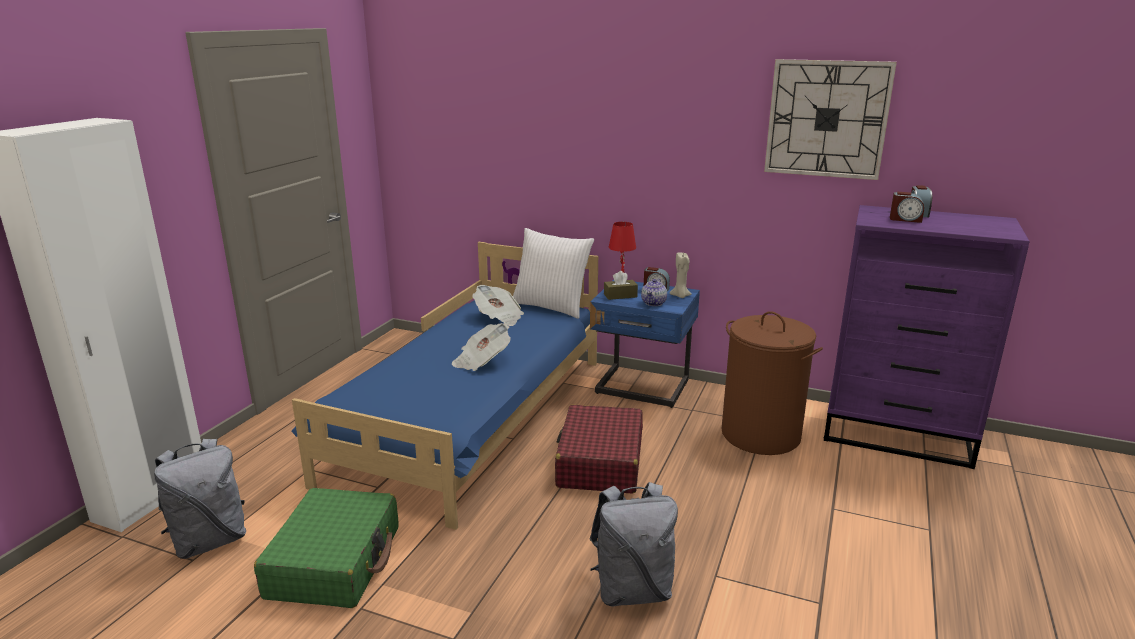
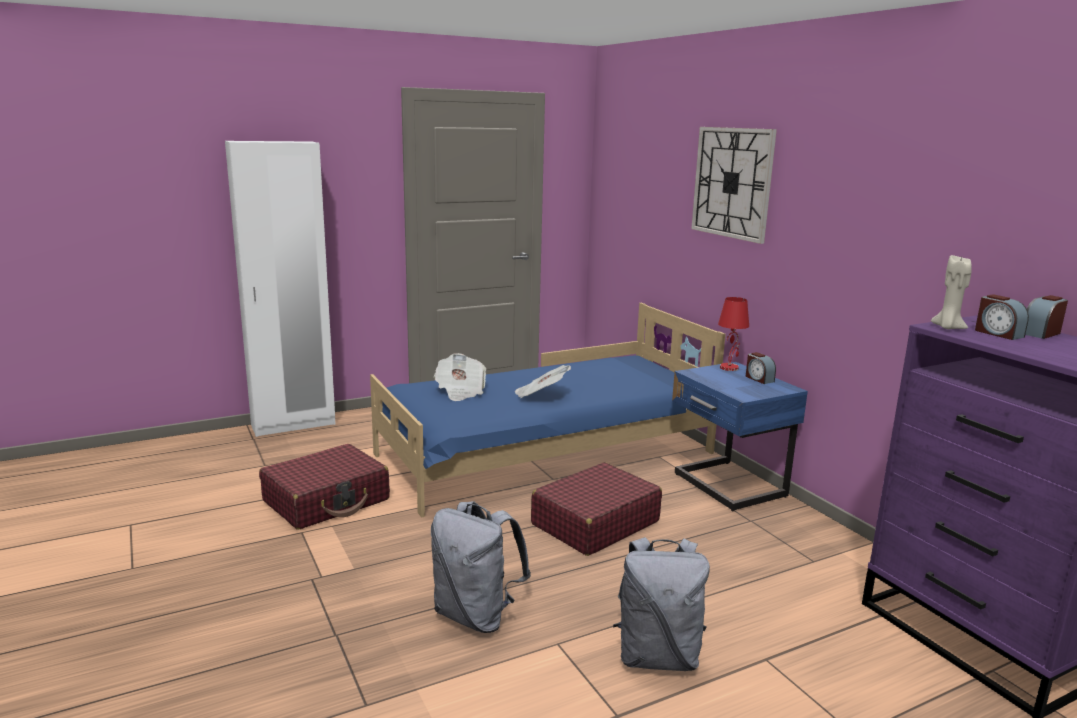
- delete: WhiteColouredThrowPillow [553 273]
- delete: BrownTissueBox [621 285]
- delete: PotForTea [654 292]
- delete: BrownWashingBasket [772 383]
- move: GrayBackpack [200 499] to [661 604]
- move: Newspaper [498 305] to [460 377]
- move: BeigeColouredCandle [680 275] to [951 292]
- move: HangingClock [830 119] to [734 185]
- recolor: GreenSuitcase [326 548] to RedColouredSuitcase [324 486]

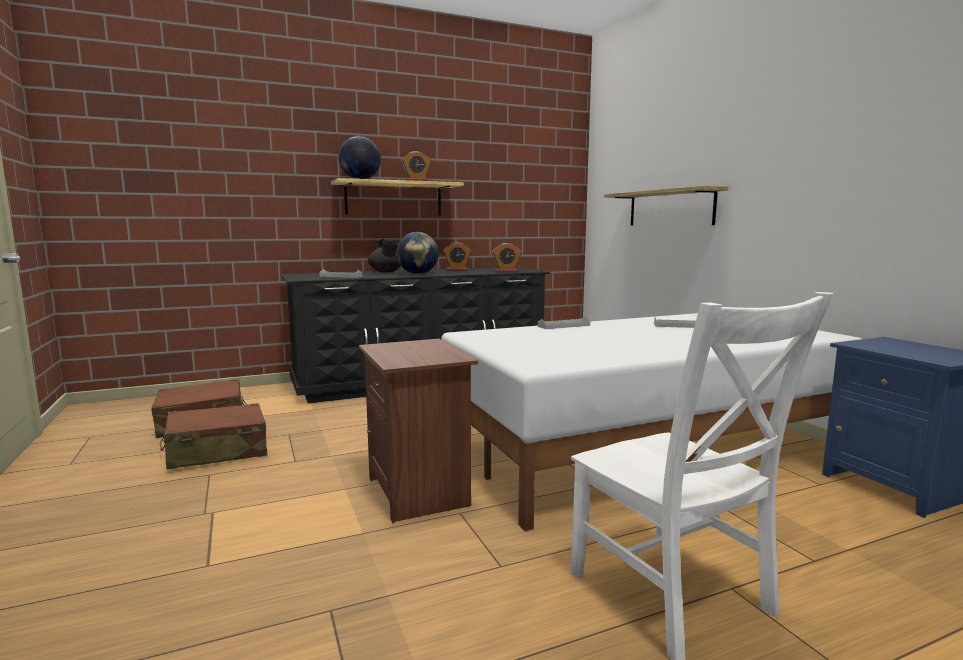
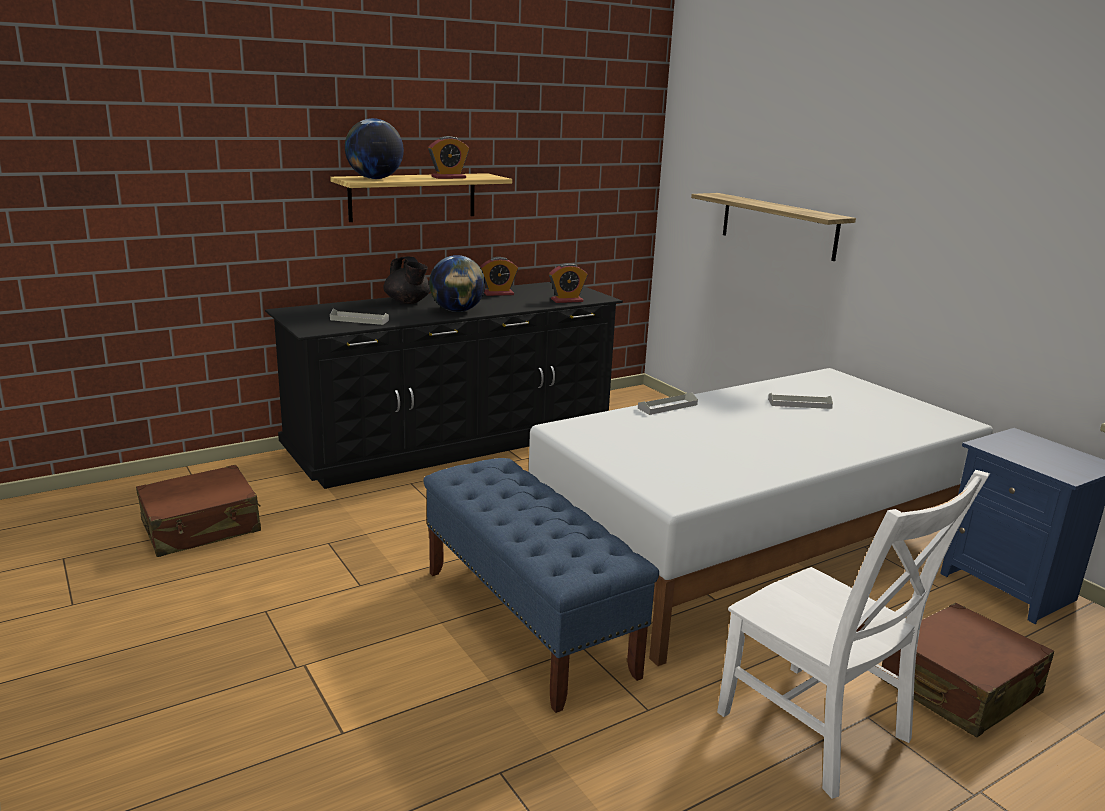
- move: BrownSuitcase [213 436] to [967 670]
- replace: BrownNightstand [418 431] to BluishBench [541 585]

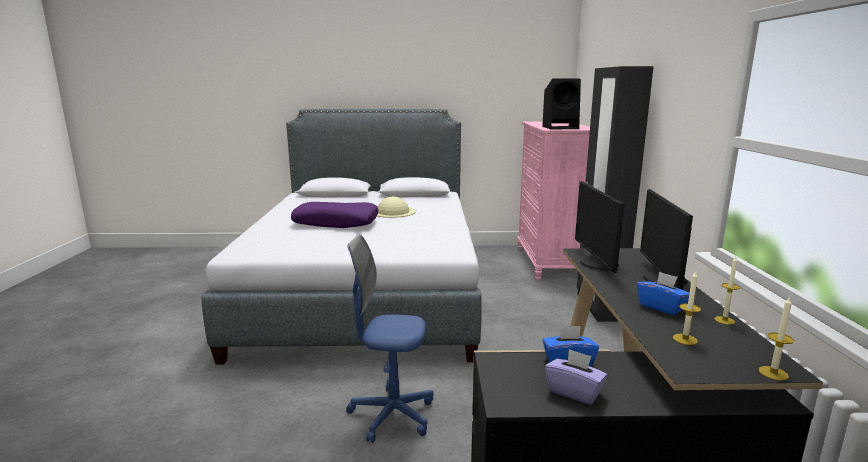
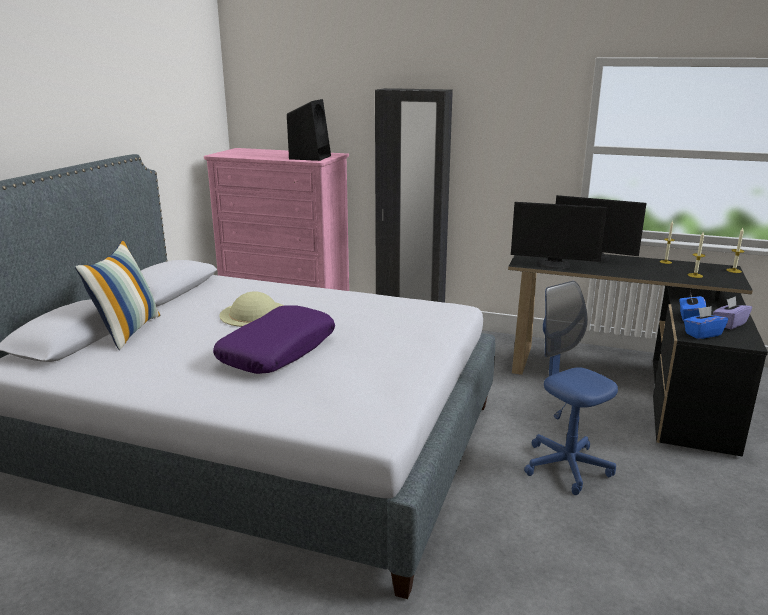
- insert: ThrowPillow [117 295]
- move: BluishTissueBox [663 293] to [705 322]
- rotate: BluishComputerChair [389 338] = [571 388] 120 degrees clockwise

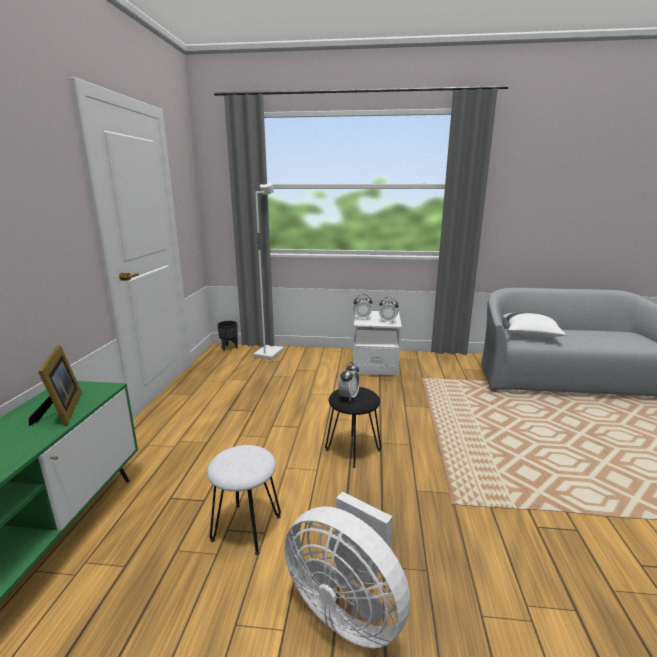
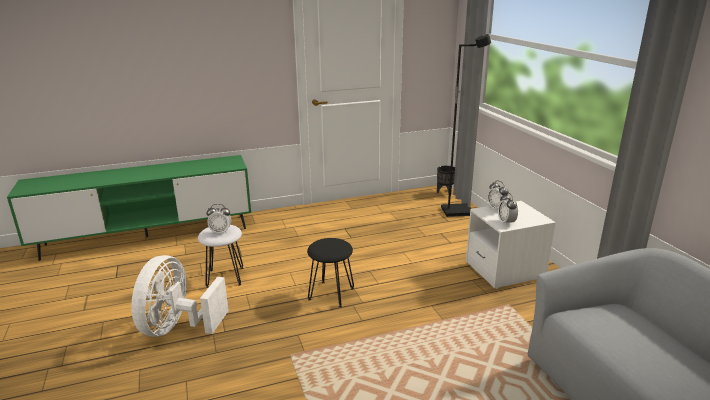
- delete: PictureFrame [55 385]
- delete: WhiteColouredThrowPillow [534 325]
- move: BedsideClock [349 381] to [219 219]
- recolor: WhiteColouredFloorLamp [268 271] to BlackishFloorLamp [466 125]

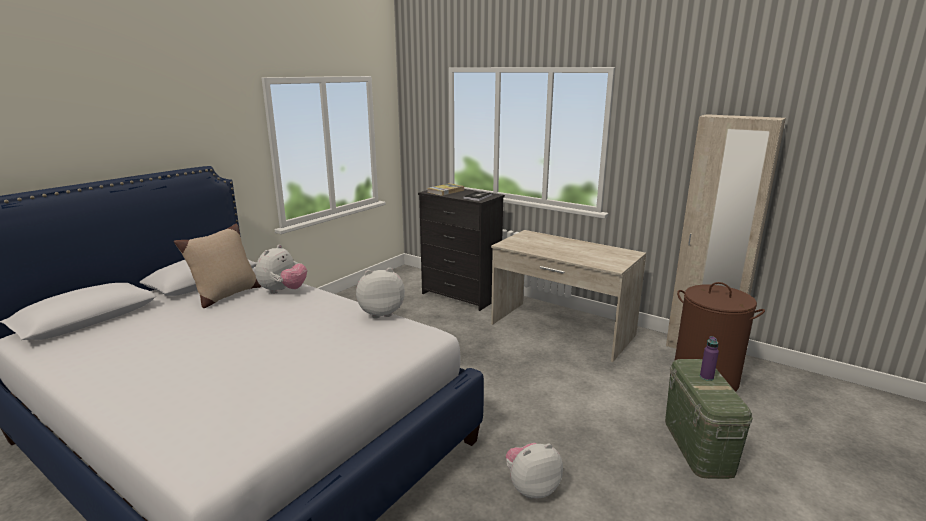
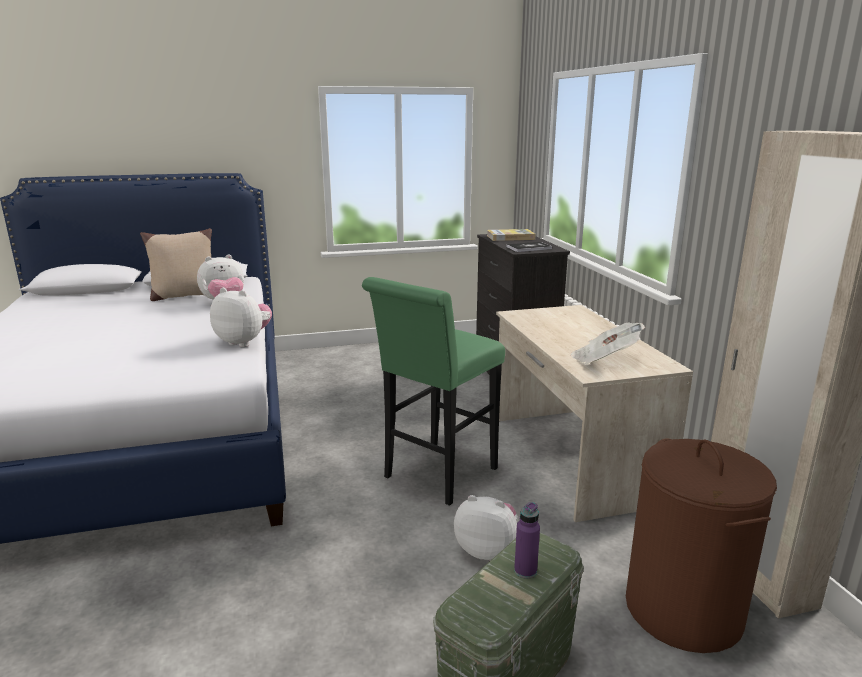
- insert: GreenStool [433 391]
- insert: Newspaper [607 343]
- move: PlushToy [534 471] to [486 528]

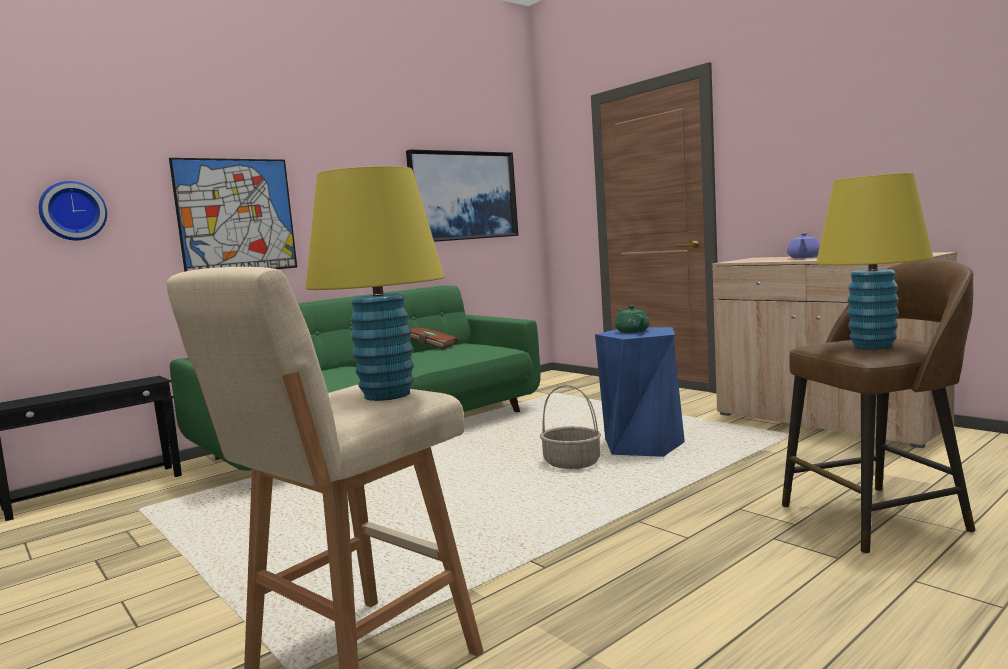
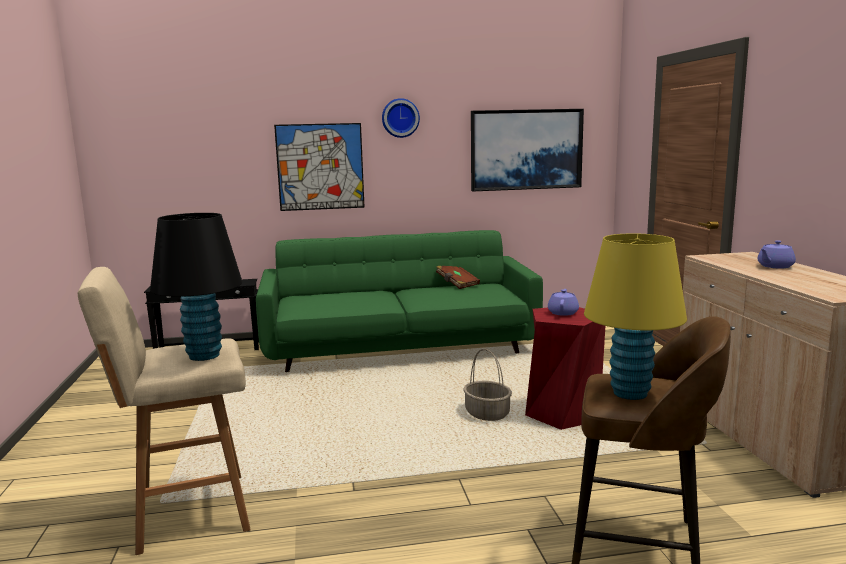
- move: HangingClock [73 211] to [401 118]
- recolor: YellowTableLamp [375 283] to BlackishTableLamp [196 287]
- recolor: BluishStool [640 392] to RedColouredStool [565 368]
- recolor: GreenPotForTea [632 319] to PurplePotForTea [563 302]

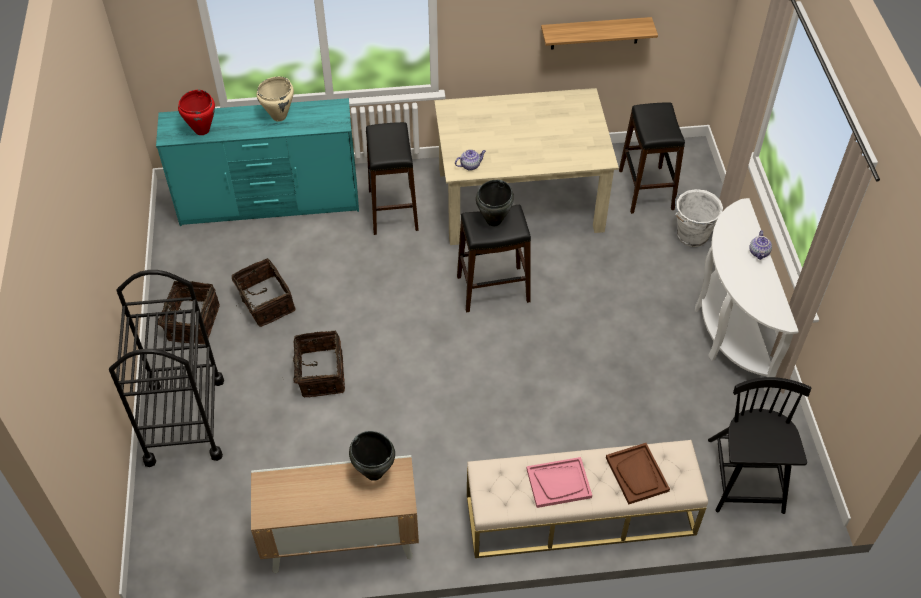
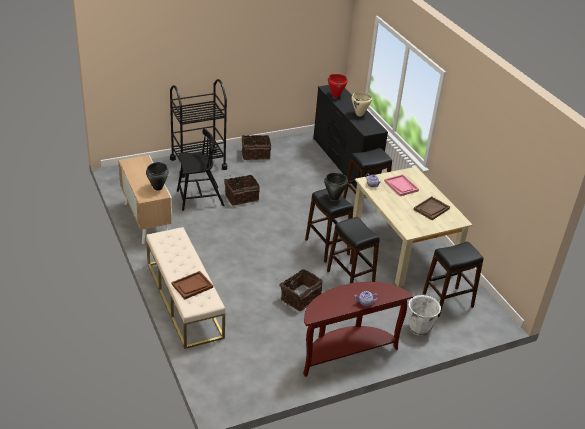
- delete: WallShelf [599 33]
- insert: BlackishStool [353 250]
- insert: BrownCarryingTray [432 208]
- move: HouseholdBasket [264 292] to [301 290]
- move: PinkColouredCarryingTray [559 482] to [401 185]
- move: BlackishPlainChair [760 445] to [200 169]
- recolor: BlueGreenDresser [257 162] to BlackishDresser [350 137]
- recolor: WhiteColouredConsoleTable [747 294] to BrownConsoleTable [358 329]

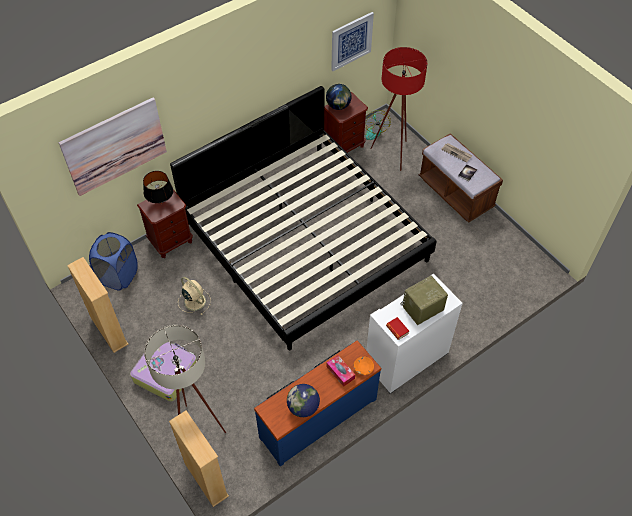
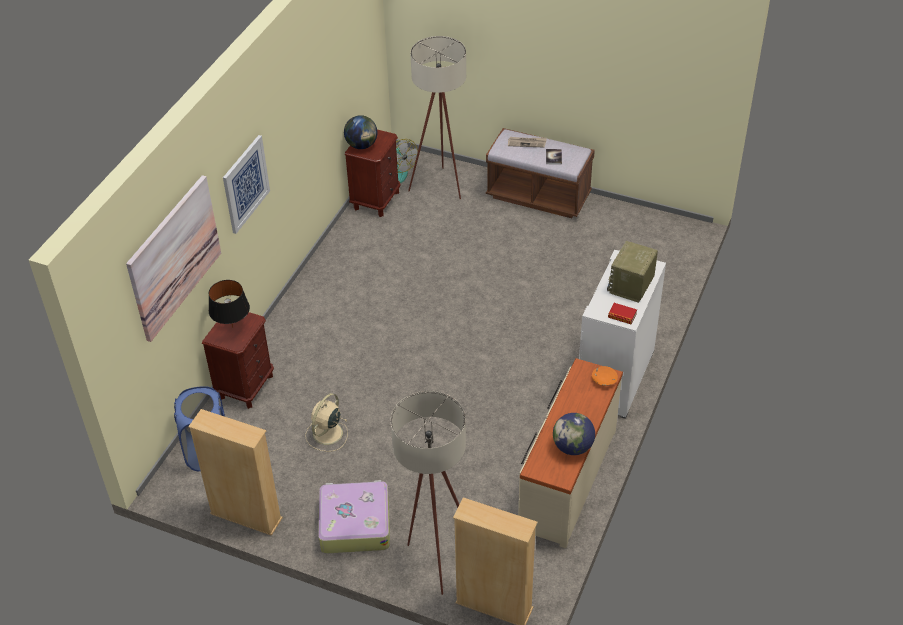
- delete: SleepingBed [303 218]
- delete: TissueBox [340 371]
- move: Picture [352 41] to [246 184]
- recolor: BluishDresser [317 404] to BeigeColouredDresser [570 453]
- recolor: RedColouredFloorLamp [399 109] to BeigeColouredFloorLamp [437 117]
- rotate: BeigeColouredCoolingFan [194 296] = [326 422] 75 degrees counterclockwise

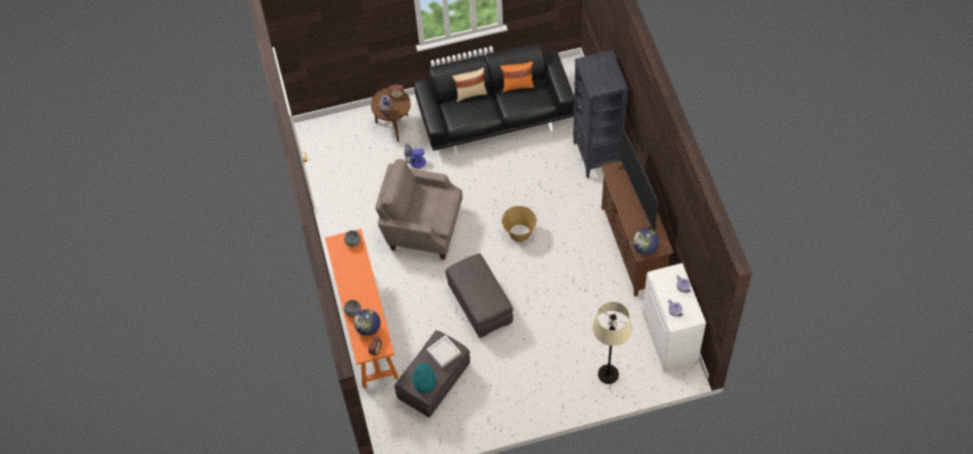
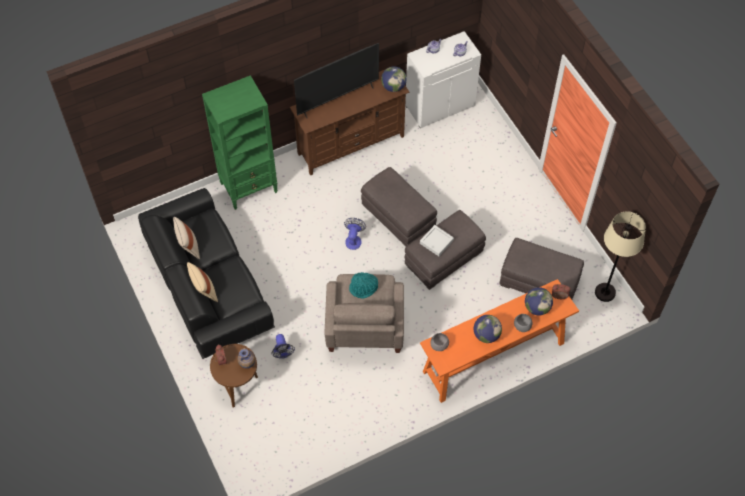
- insert: GrayOttoman [399 207]
- insert: DeskGlobe [488 329]
- move: BlueGreenWearableHat [424 378] to [363 285]
- move: GrayCarryingTray [444 351] to [437 240]
- move: BeigeColouredFloorLamp [612 343] to [620 256]
- replace: HouseholdBasket [519 224] to CoolingFan [355 234]
- recolor: OrangeThrowPillow [517 76] to BeigeColouredThrowPillow [186 238]
- recolor: BlackishShelvingUnit [600 114] to GreenShelvingUnit [240 142]

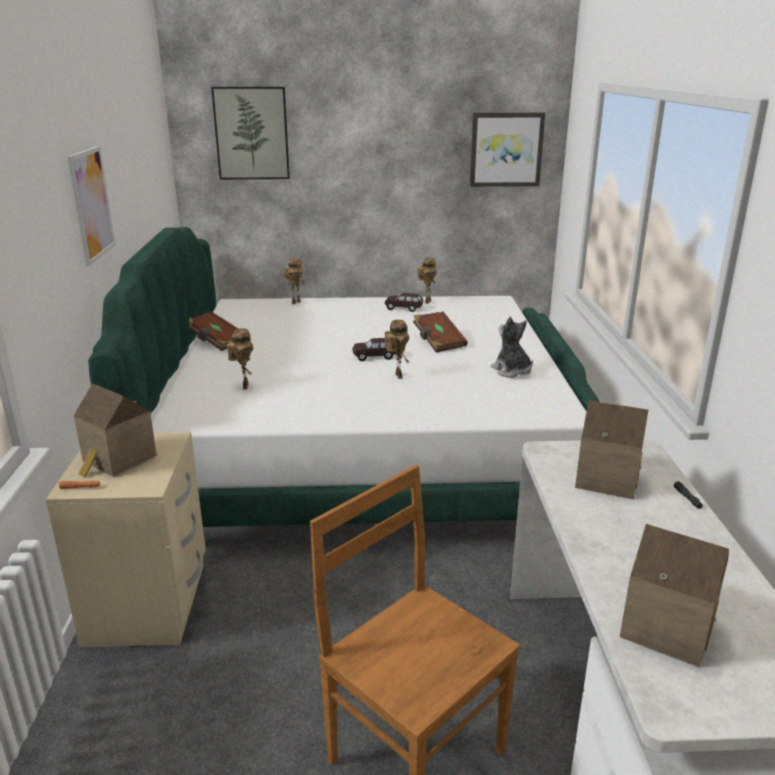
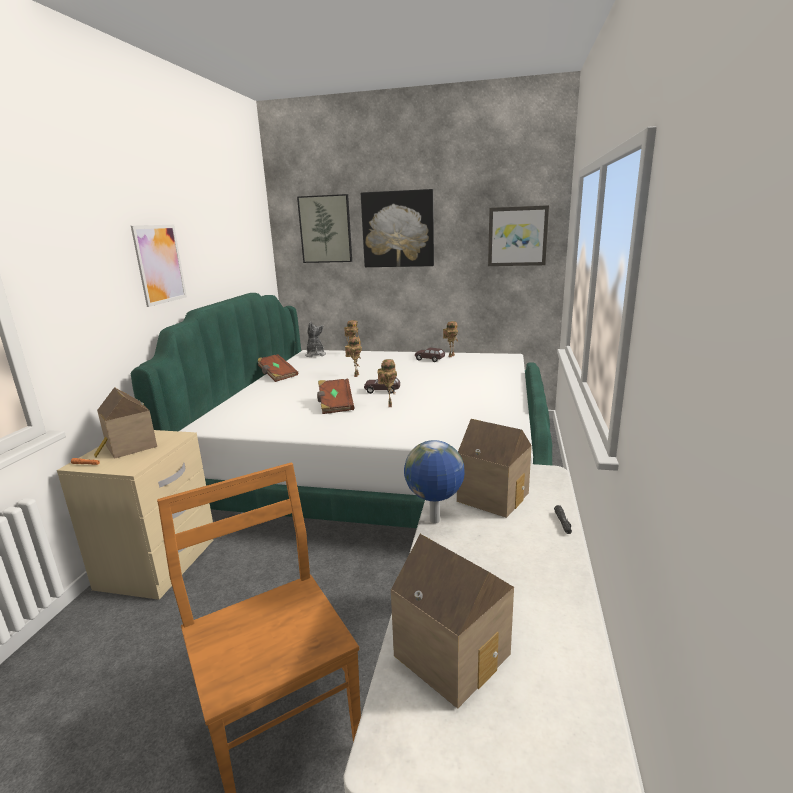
- insert: Picture [397 228]
- insert: DeskGlobe [434 482]
- move: ToyRobot [240 358] to [353 357]
- move: BrownBook [440 331] to [335 396]
- move: PlushToy [512 347] to [315 339]

